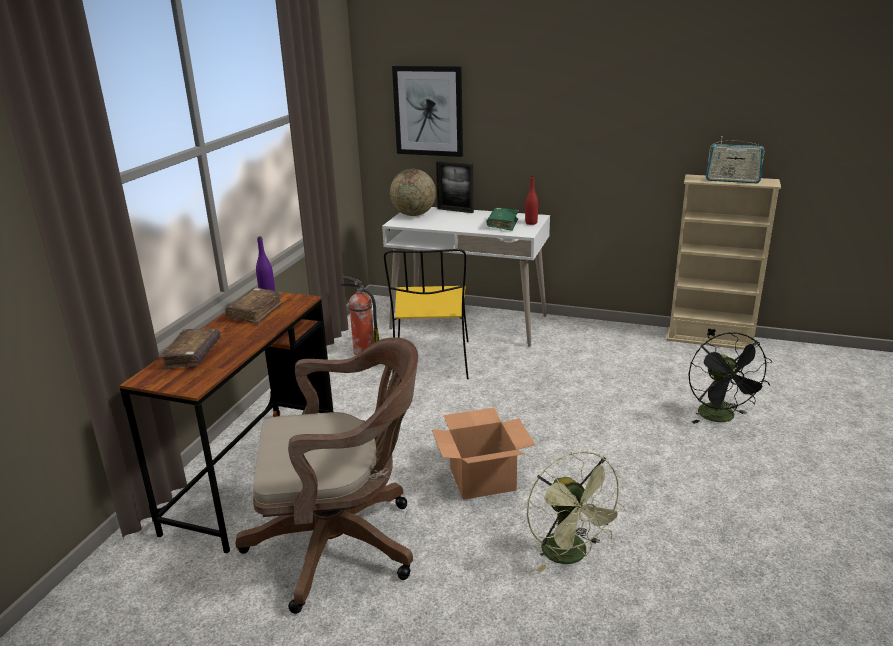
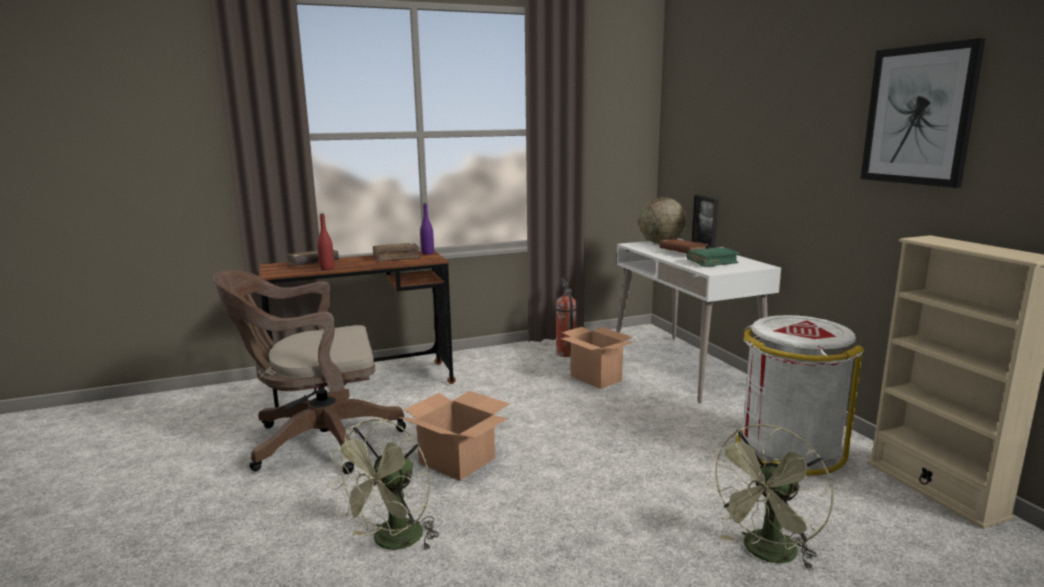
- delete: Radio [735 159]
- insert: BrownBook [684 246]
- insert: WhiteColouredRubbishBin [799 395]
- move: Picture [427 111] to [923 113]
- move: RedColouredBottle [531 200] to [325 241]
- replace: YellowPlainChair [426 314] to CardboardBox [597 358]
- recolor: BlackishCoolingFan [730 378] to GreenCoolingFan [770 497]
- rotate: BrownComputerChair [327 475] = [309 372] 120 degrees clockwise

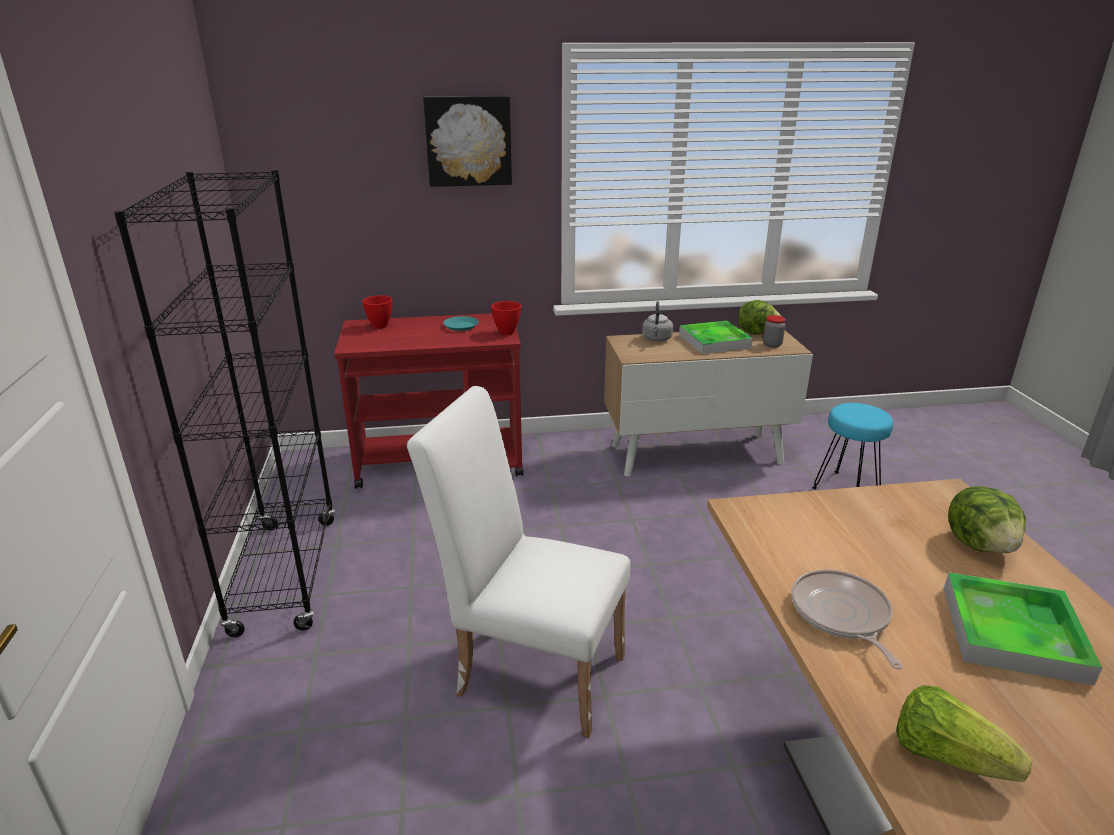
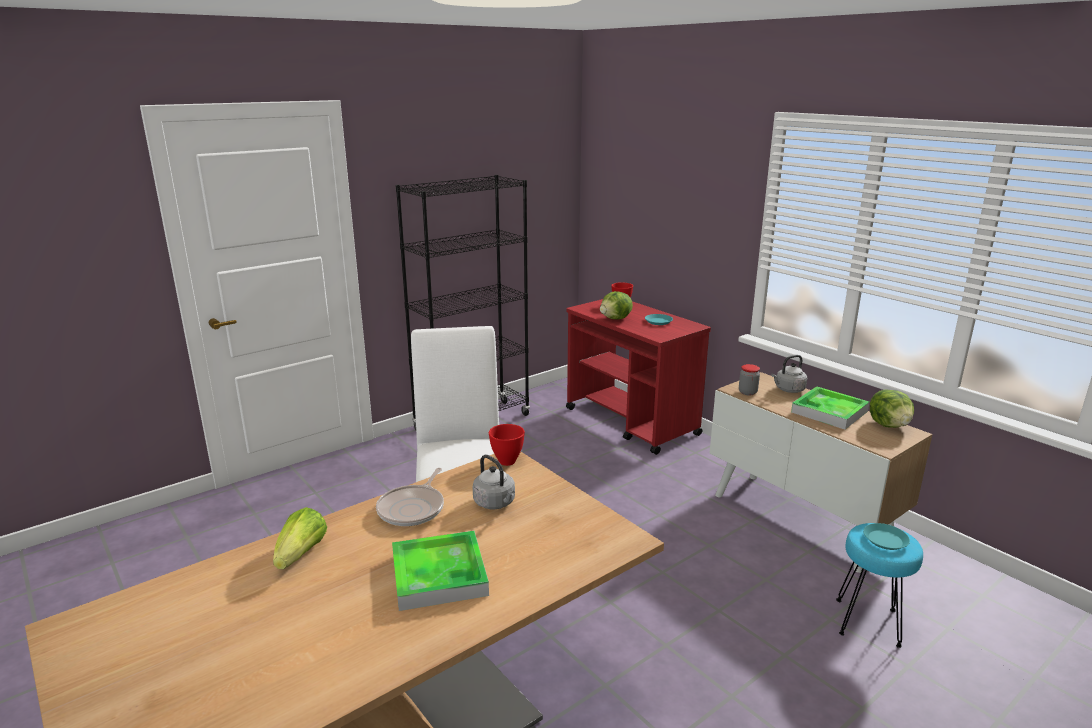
- delete: Picture [467 141]
- insert: GrayKettle [494 482]
- insert: BlueGreenPlate [886 536]
- move: RedColouredDeepDish [506 318] to [507 445]
- move: StorageJar [774 331] to [749 379]
- move: LettuceHead [987 519] to [616 305]
- rotate: FryingPan [847 619] = [410 497] 150 degrees clockwise

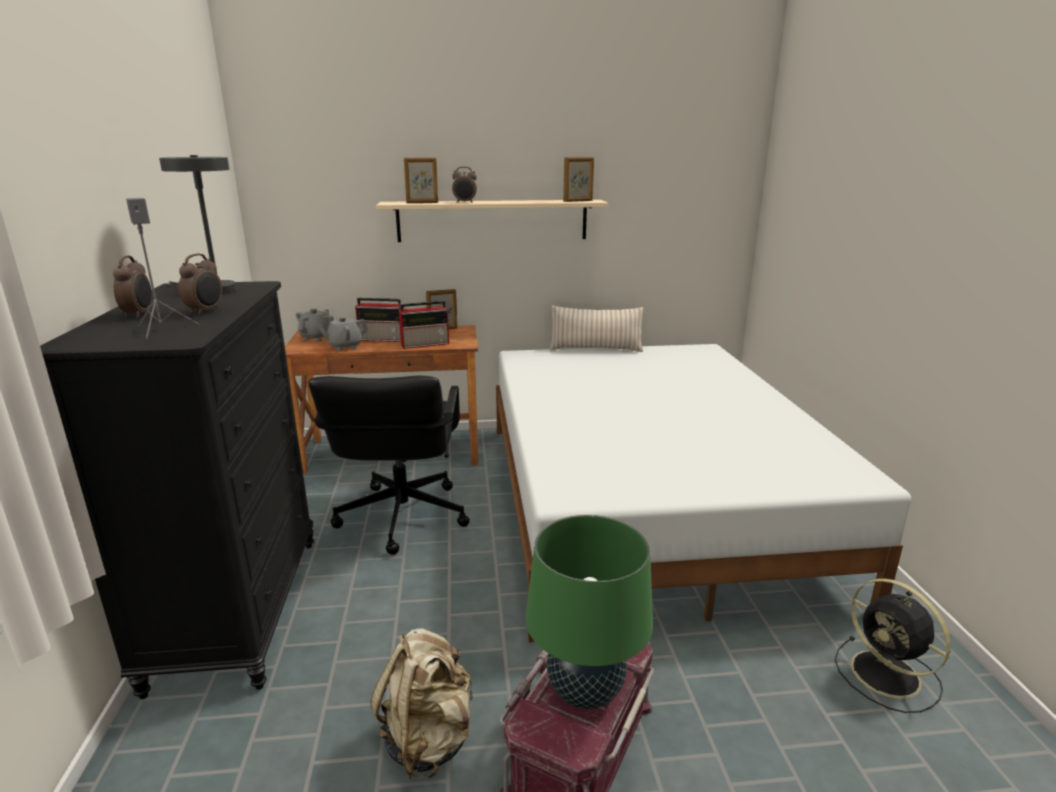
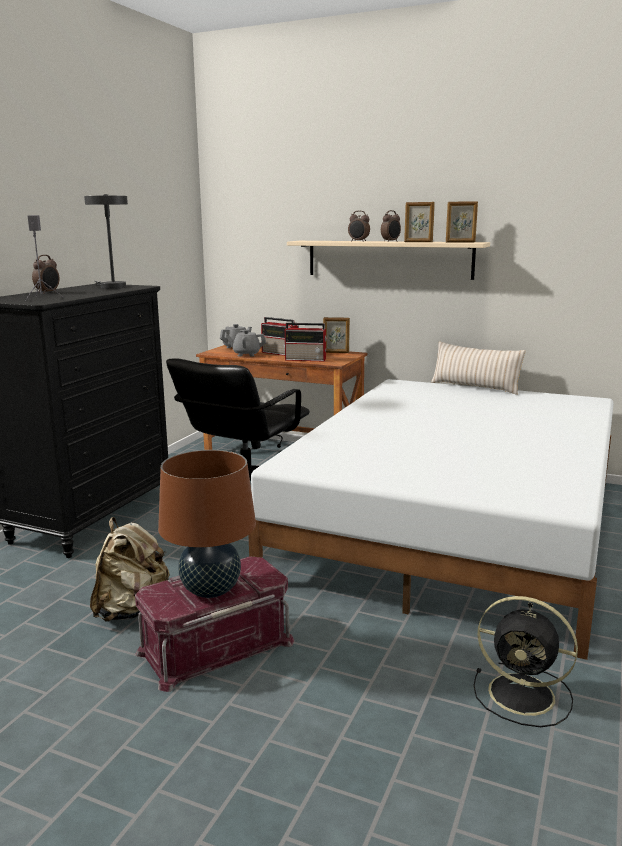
- move: BedsideClock [200 284] to [391 226]
- move: PictureFrame [421 180] to [419 222]
- recolor: GreenTableLamp [589 612] to BrownTableLamp [207 524]
- rotate: BlackishCoolingFan [893 646] = [526 661] 60 degrees counterclockwise

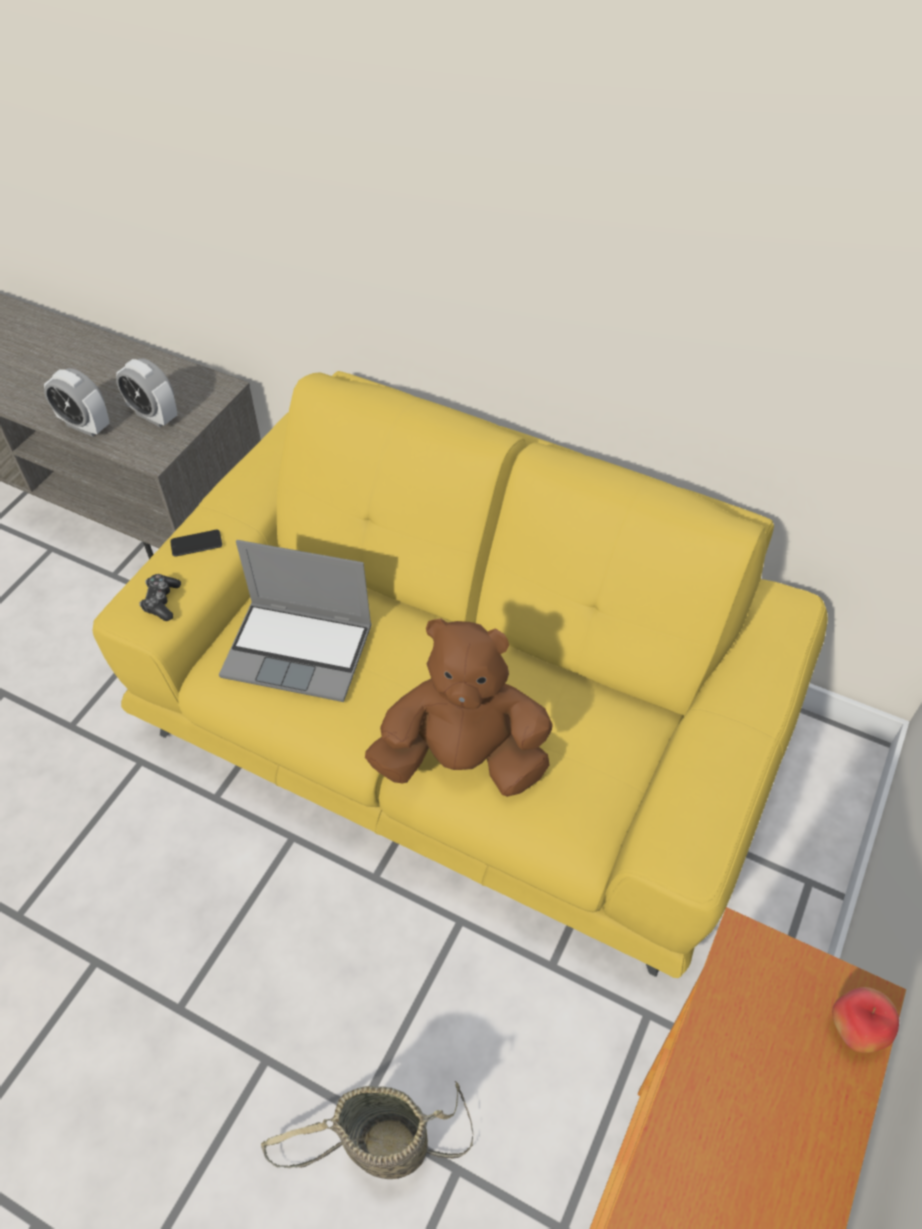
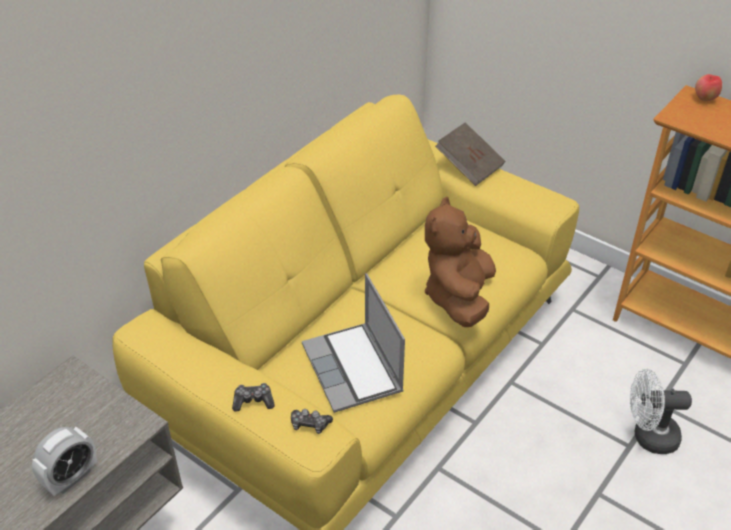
- delete: BedsideClock [146 392]
- insert: BrownBook [470 154]
- replace: Phone [196 543] to GameController [253 397]
- replace: HouseholdBasket [367 1130] to WhiteColouredCoolingFan [661 411]
- rotate: PortableComputer [295 621] = [353 343] 135 degrees clockwise

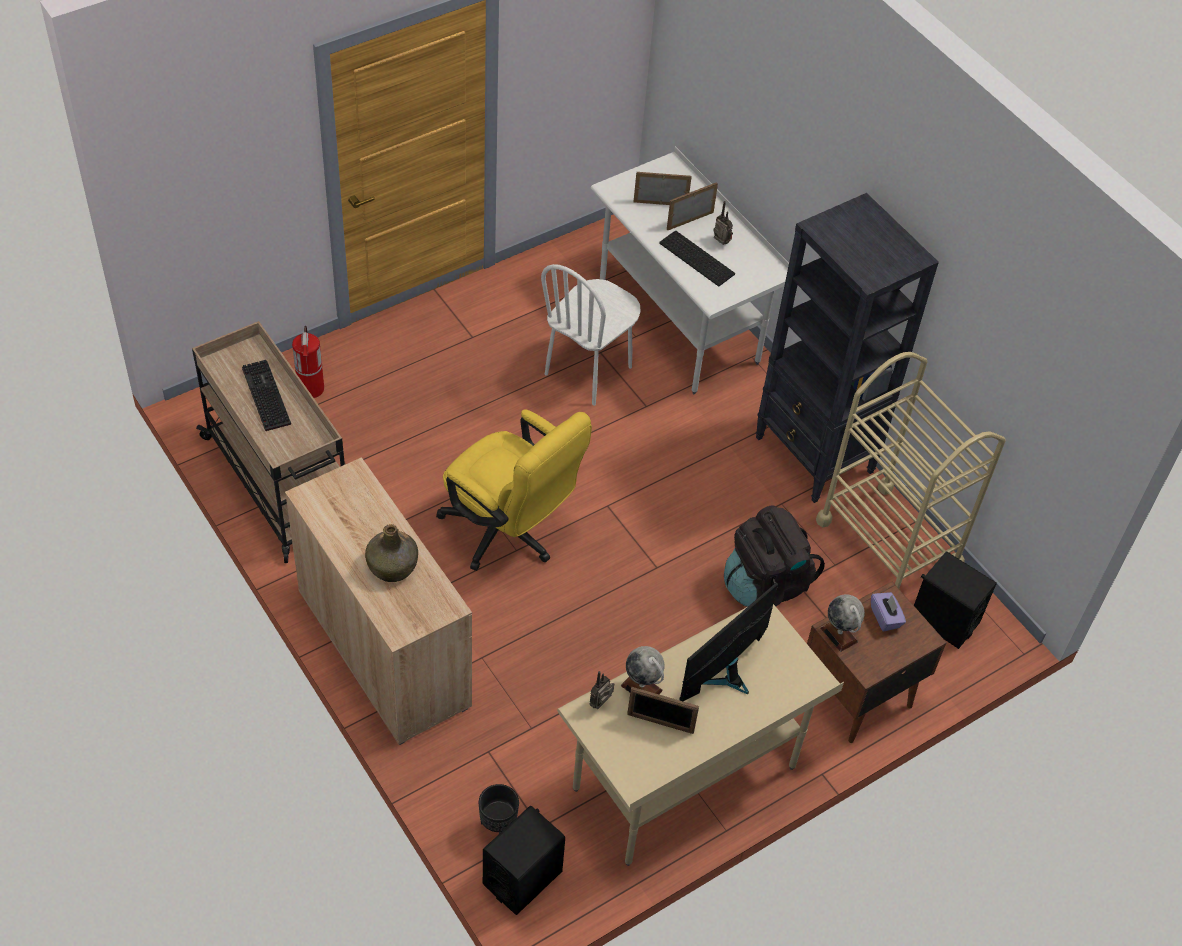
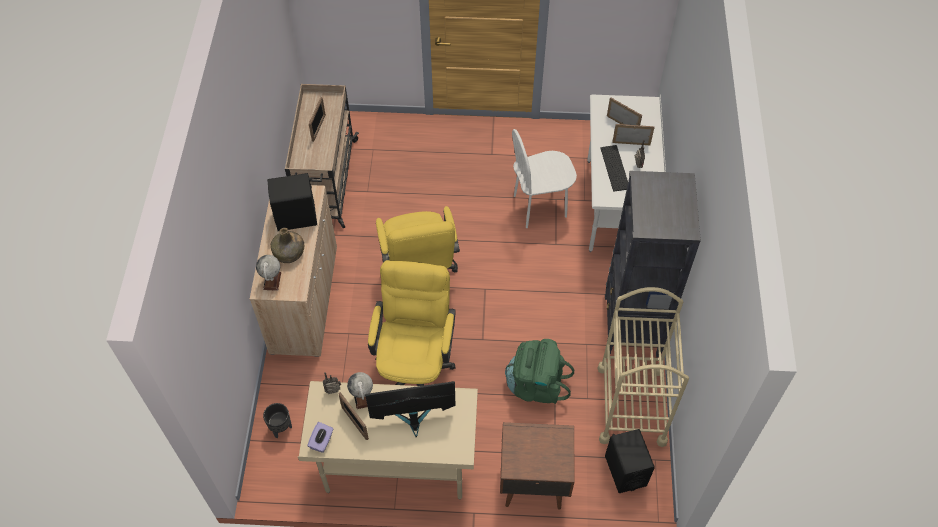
- delete: FireFightingCylinder [308 362]
- insert: YellowComputerChair [412 323]
- move: BlackishSpeaker [524 860] to [292 202]
- move: DeskGlobe [842 623] to [268 273]
- move: PurpleTissueBox [888 612] to [320 437]
- replace: Keyboard [266 395] to PictureFrame [317 119]
- recolor: BlackishBackpack [774 556] to GreenBackpack [539 371]

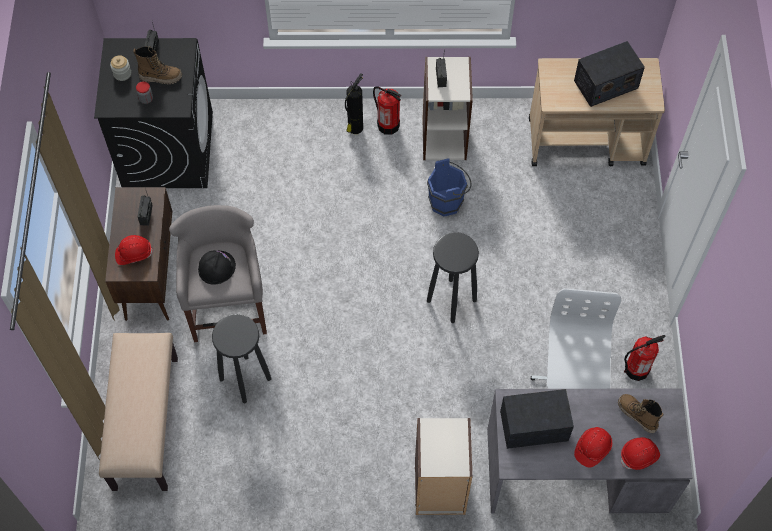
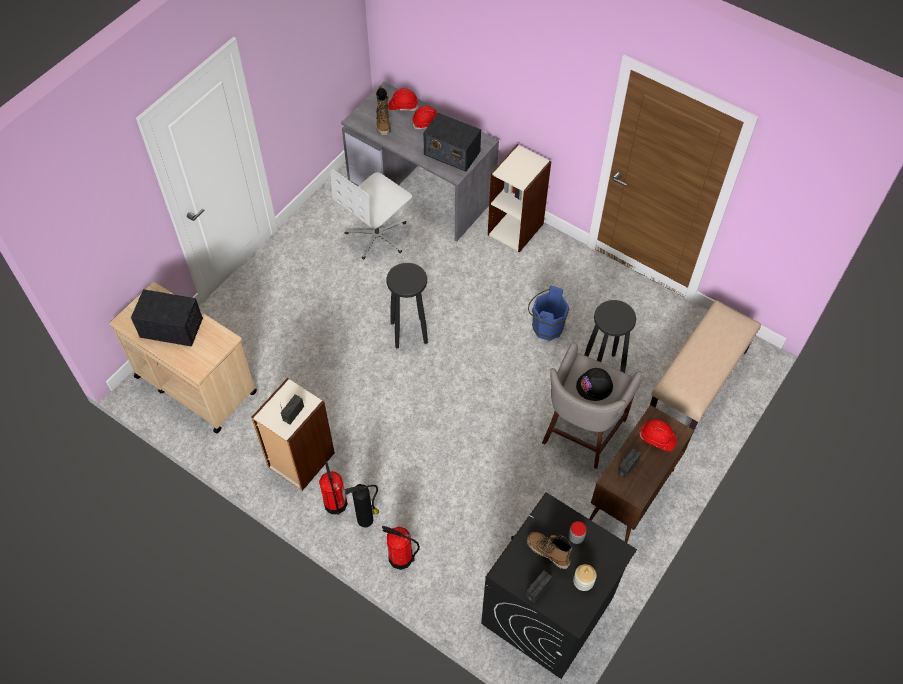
- move: BluishPail [449 187] to [548 313]
- move: FireFightingCylinder [645 358] to [401 548]

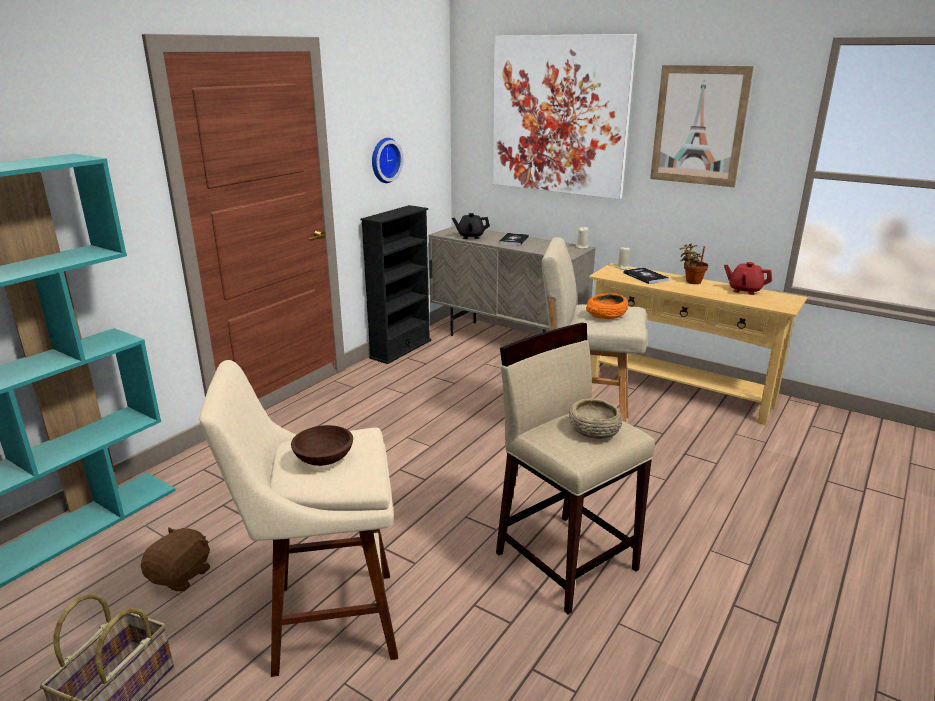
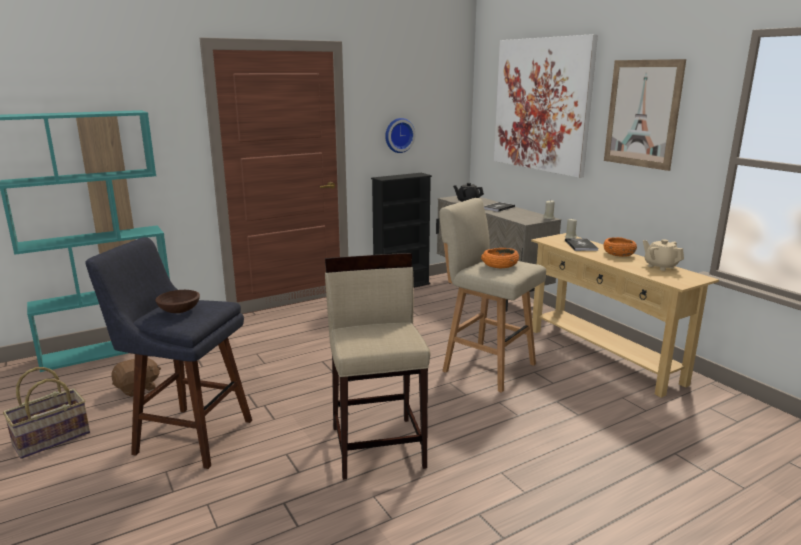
- delete: BeigeColouredDeepDish [595 418]
- replace: Houseplant [693 263] to OrangeDeepDish [620 247]
- recolor: BeigeColouredStool [299 518] to BluishStool [168 353]
- recolor: RedColouredPotForTea [748 278] to BeigeColouredPotForTea [663 255]

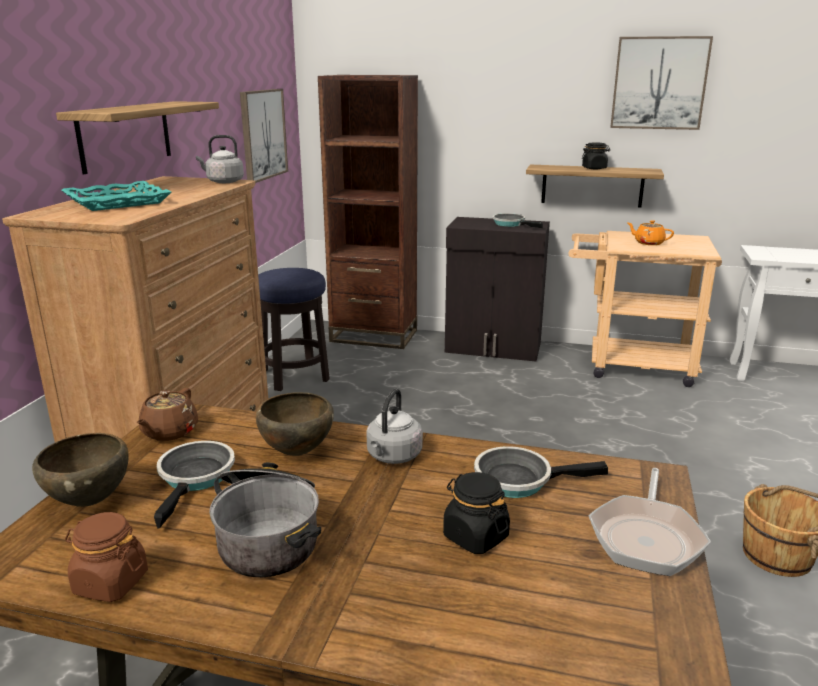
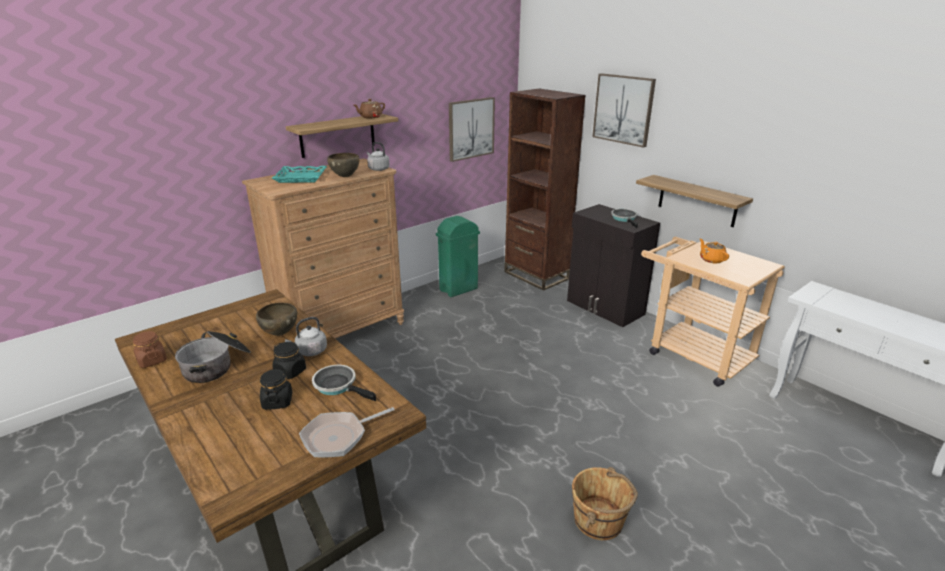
- delete: FryingPan [194 485]
- move: BrownDeepDish [80 470] to [343 165]
- move: BrownPotForTea [167 414] to [369 108]
- move: BlackishStorageJar [596 155] to [289 360]
- move: Picture [661 83] to [624 110]
- replace: Stool [294 329] to GreenRubbishBin [458 256]

